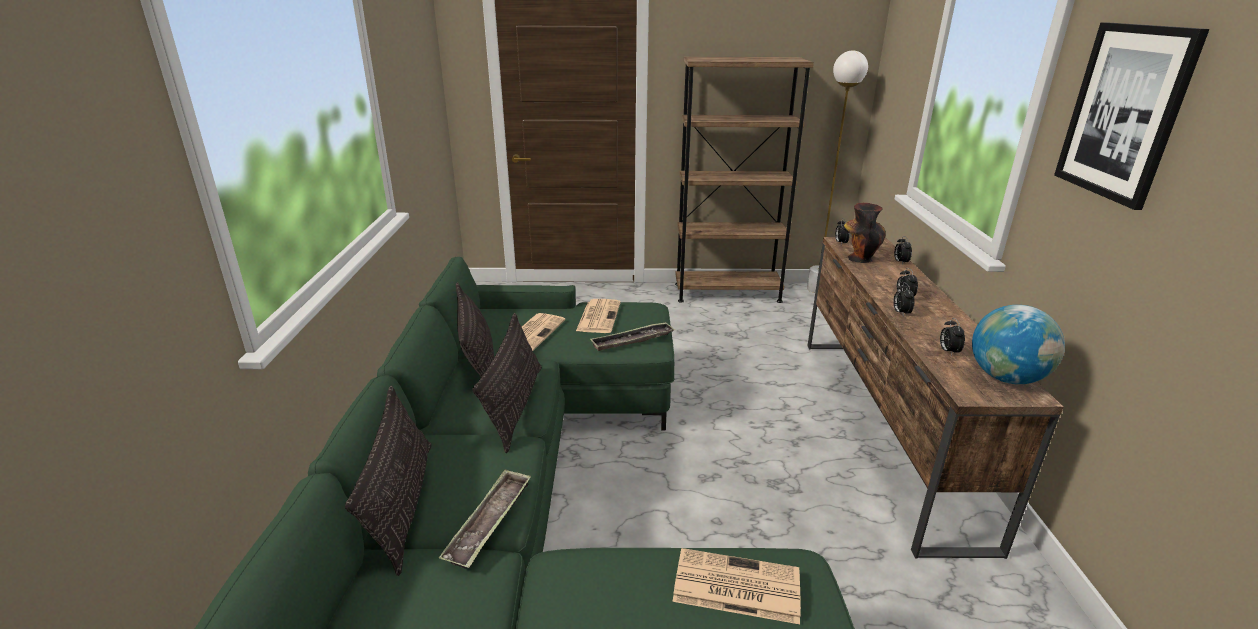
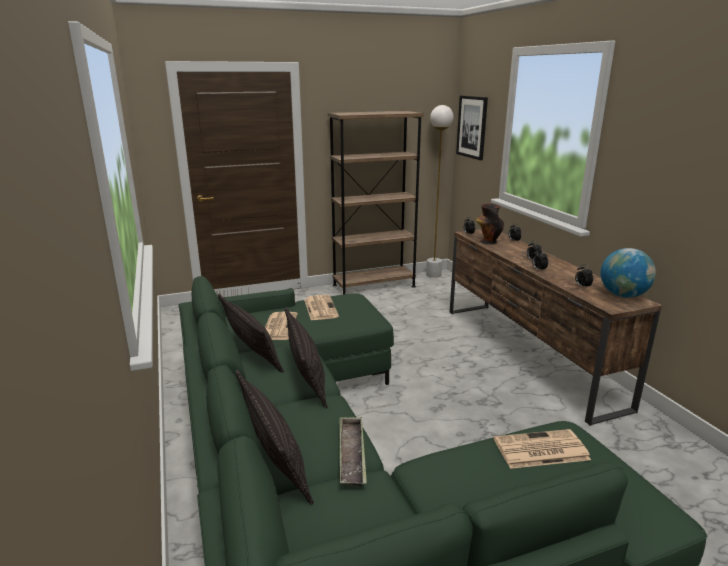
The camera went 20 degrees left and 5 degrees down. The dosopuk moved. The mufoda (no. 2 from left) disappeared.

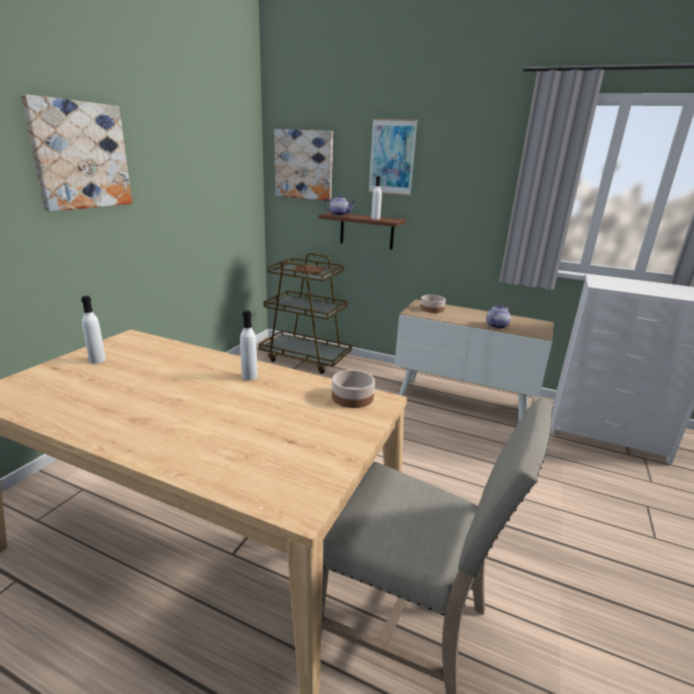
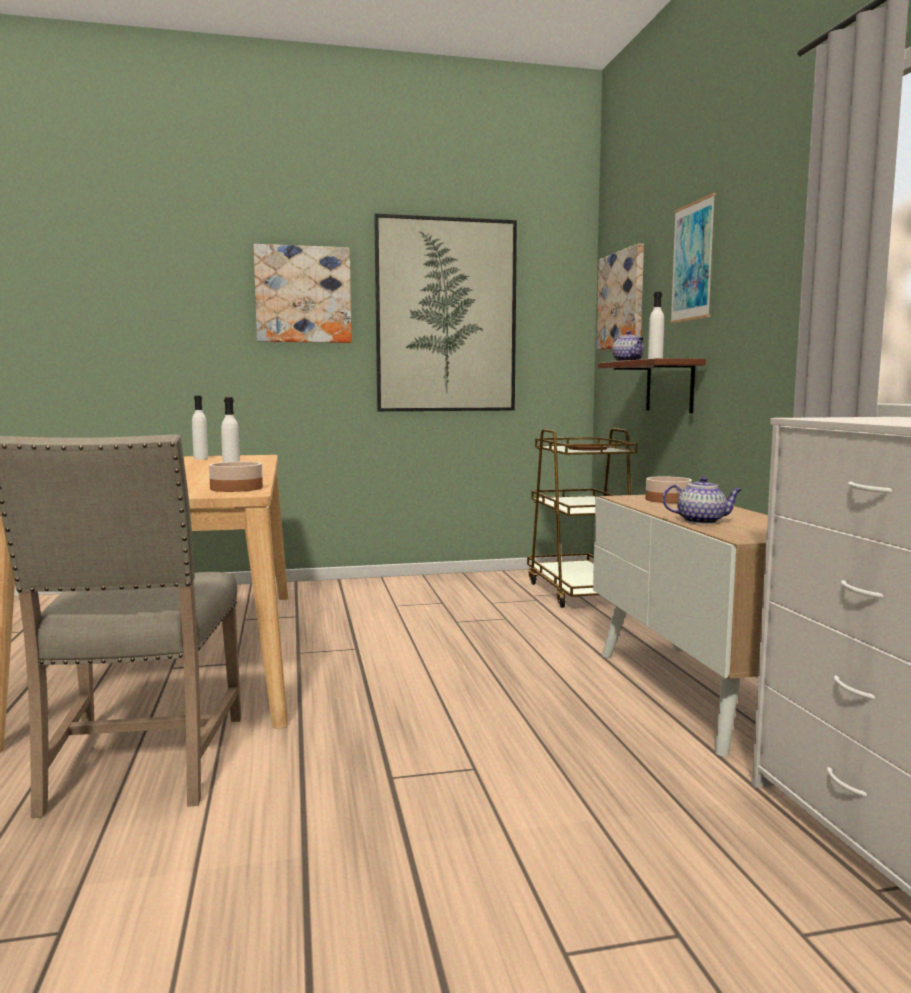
The camera went 55 degrees right and 15 degrees down. The dosopuk (no. 2 from left) appeared.

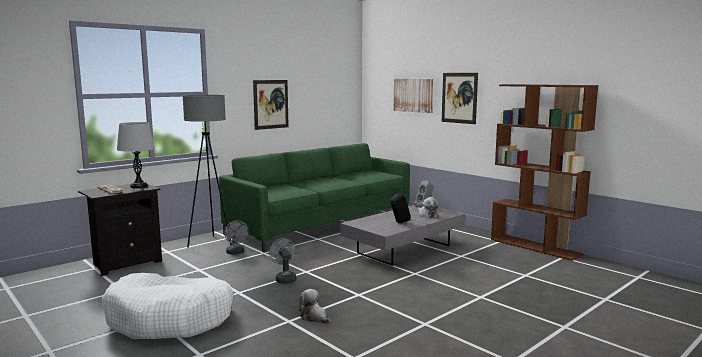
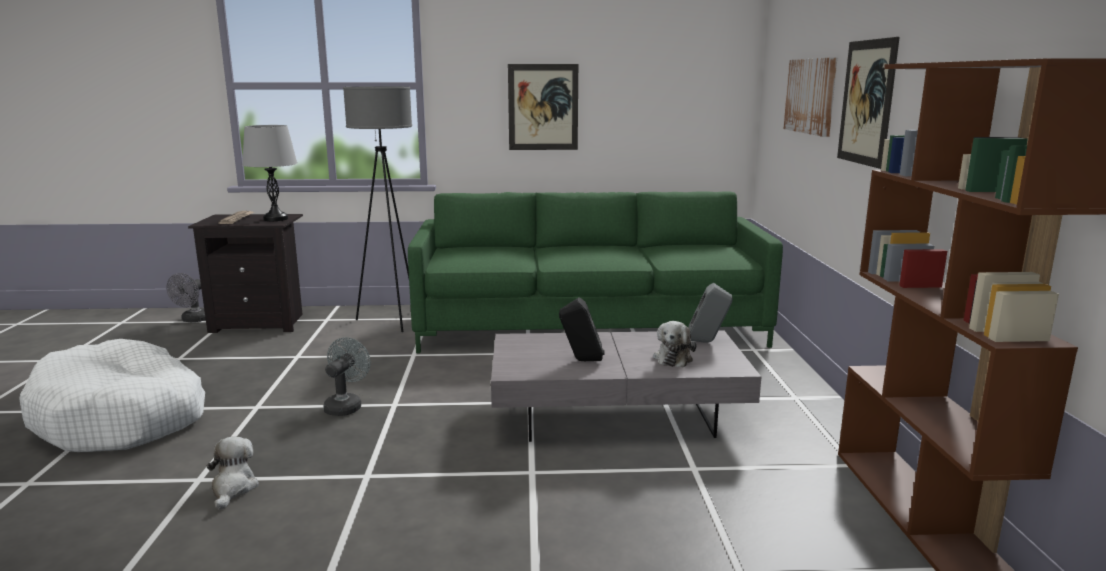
The camera went 40 degrees right and 5 degrees up. The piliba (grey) (no. 1 from left) moved.

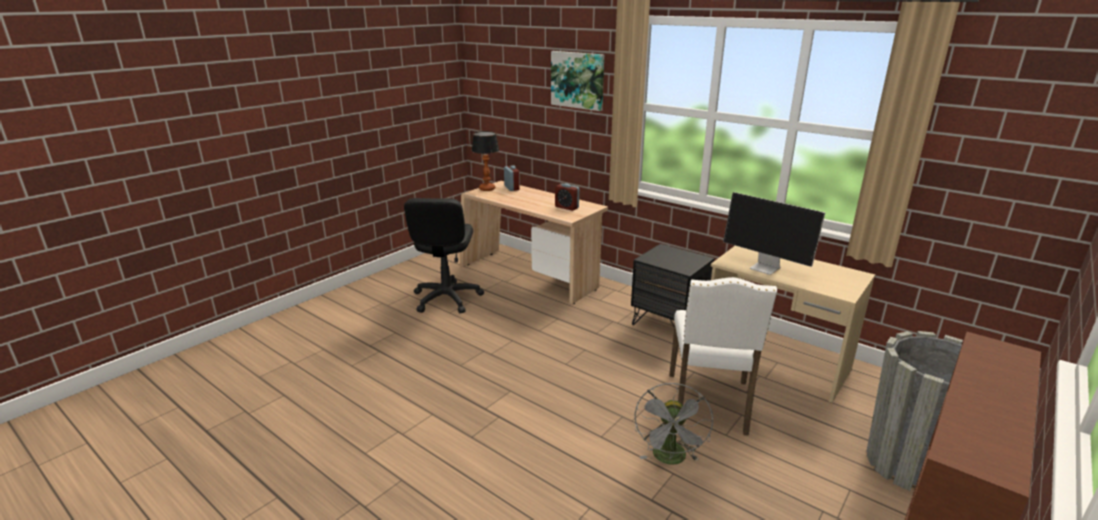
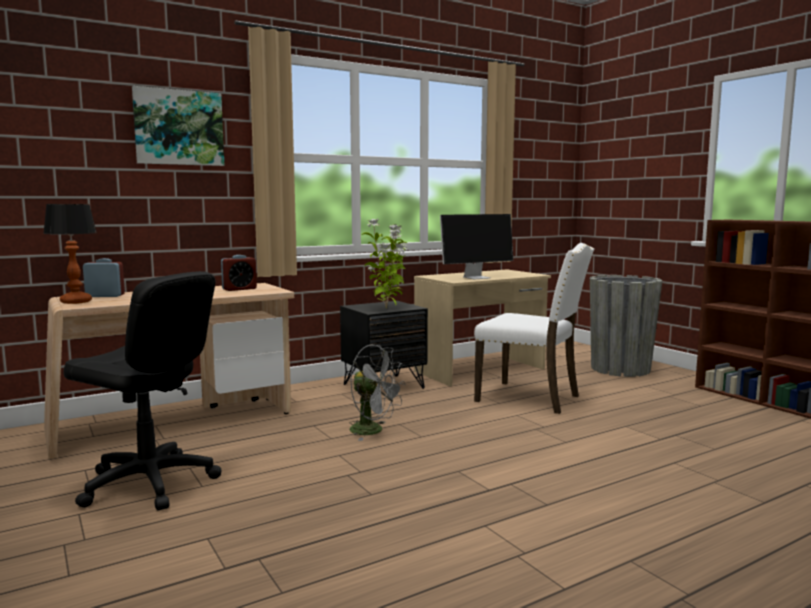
The camera went 70 degrees left and 15 degrees down. The piliba (grey) moved. The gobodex appeared.

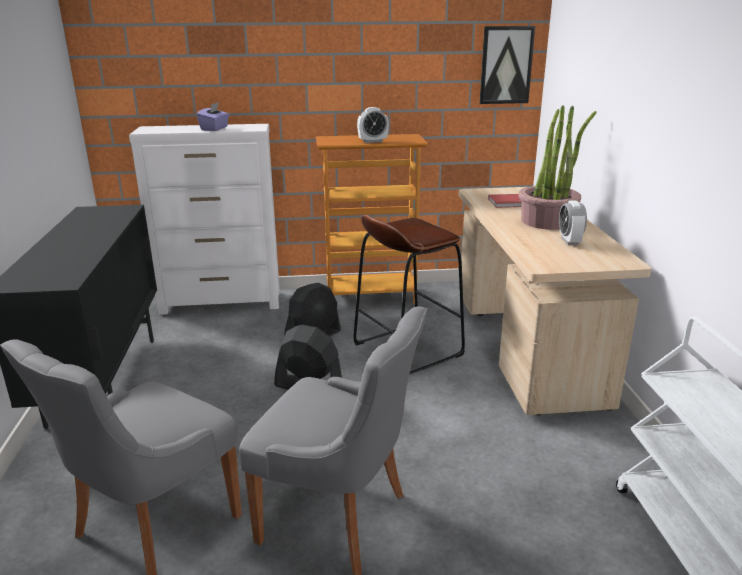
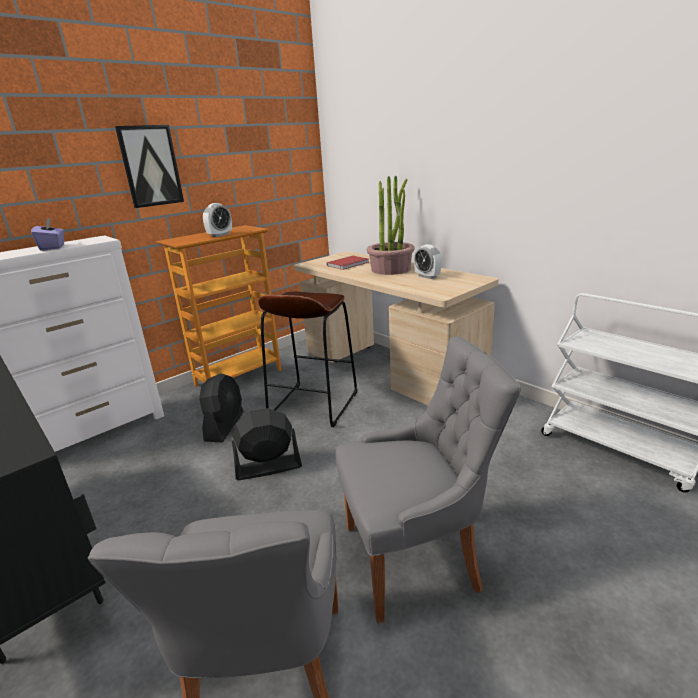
The camera went 35 degrees left and 0 degrees up. The dosopuk moved.

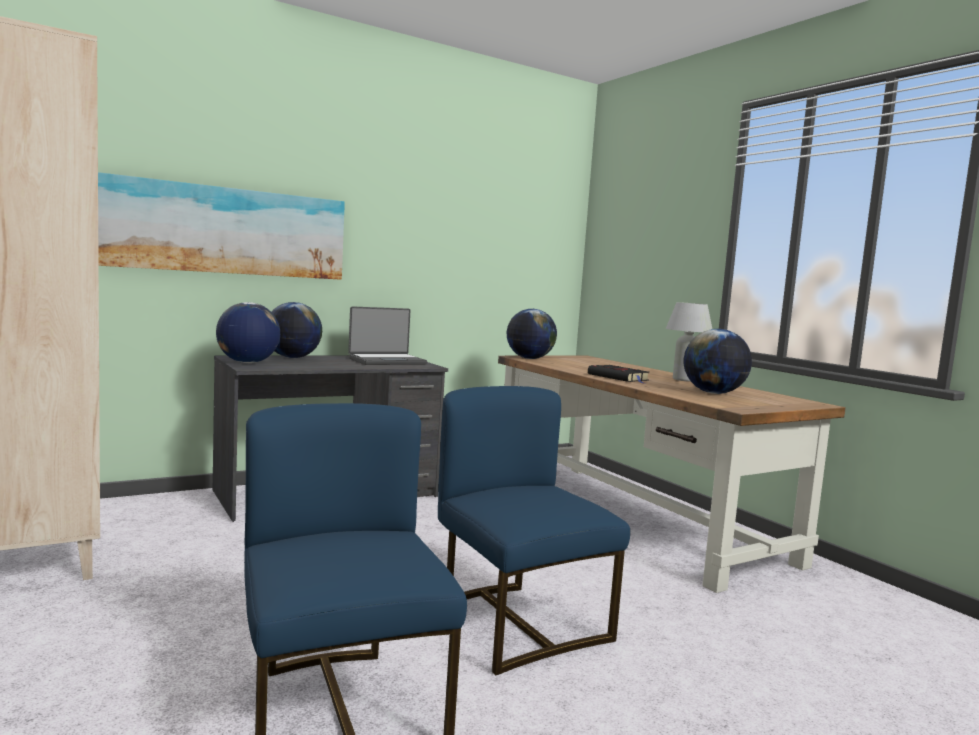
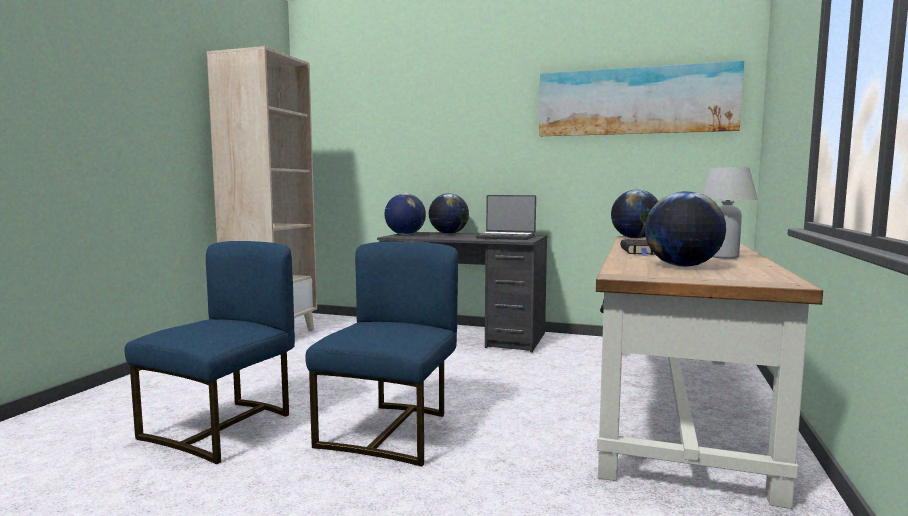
The camera went 50 degrees right and 0 degrees up. The dosopuk moved.

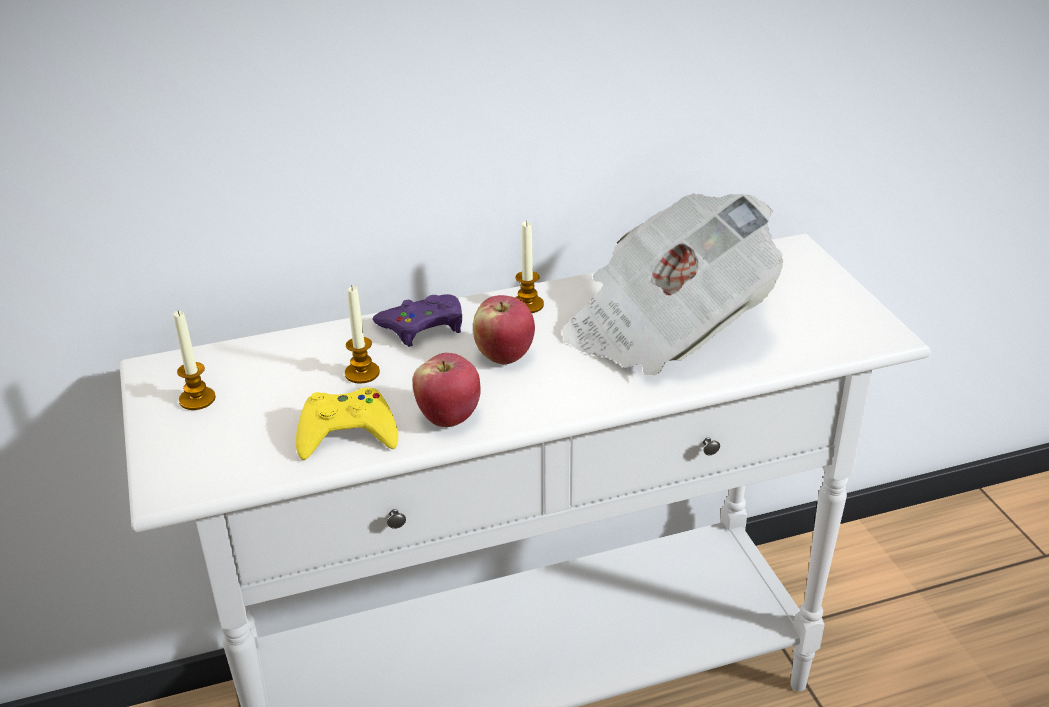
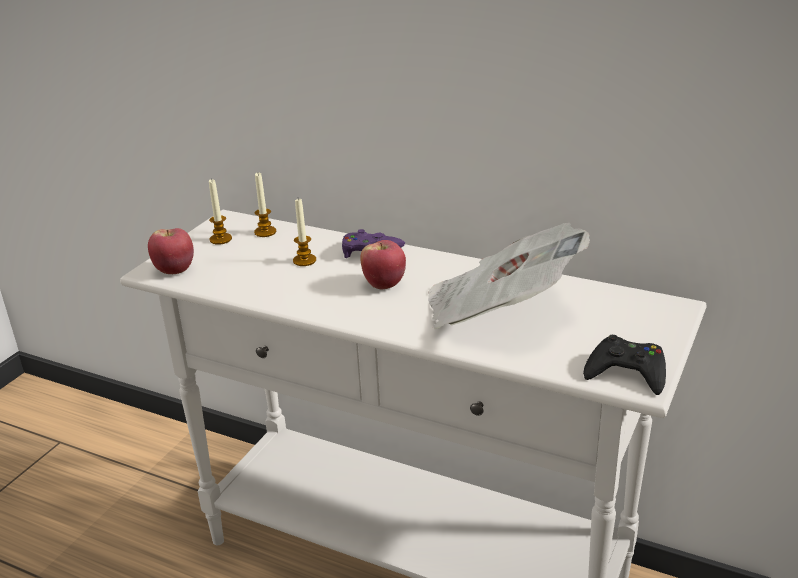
The camera went 45 degrees right and 5 degrees down. The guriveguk (no. 3 from left in the first image) moved. The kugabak (no. 1 from left) moved. The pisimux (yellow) disappeared. The pisimux (black) appeared.

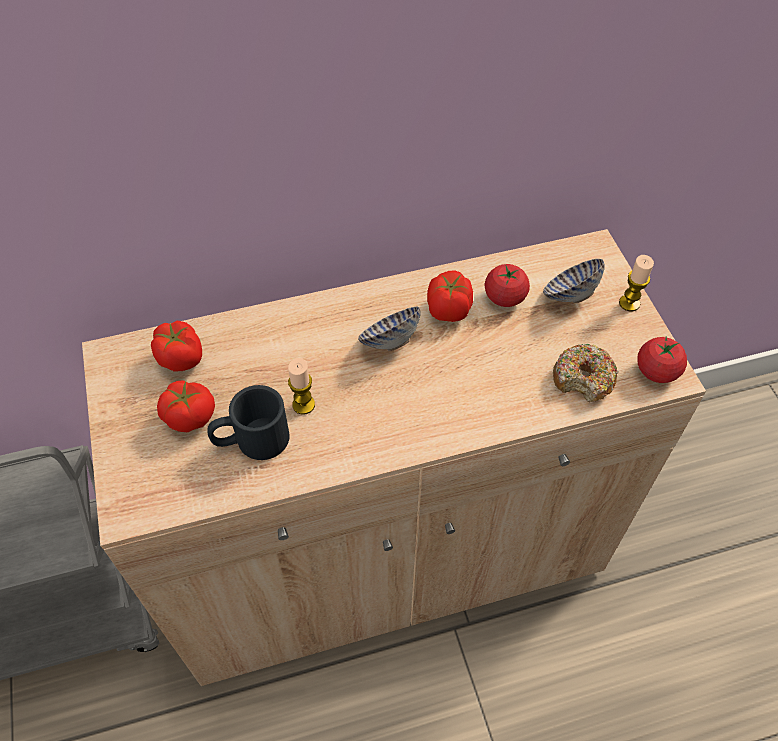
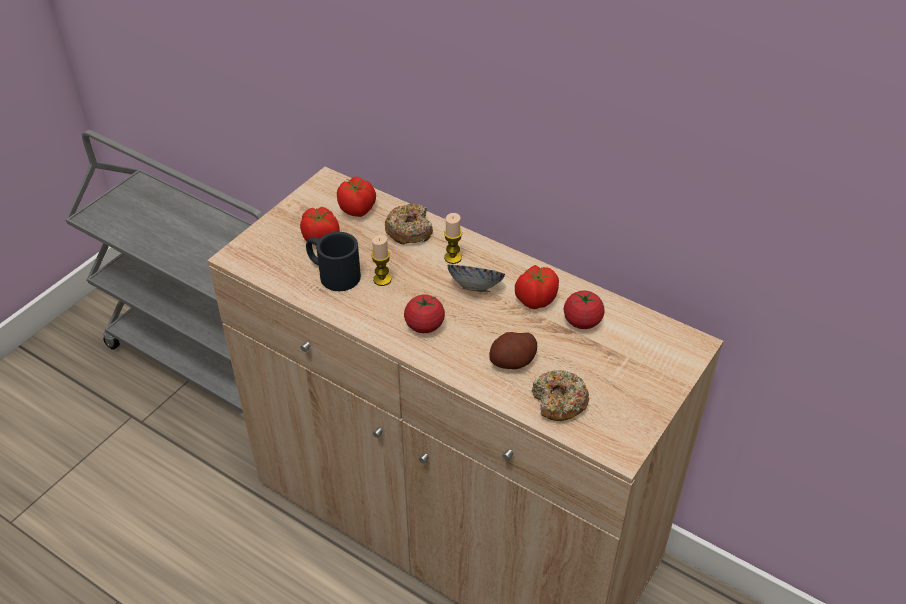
The camera went 50 degrees right and 10 degrees down. The guriveguk (no. 2 from left) moved. The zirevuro (no. 2 from left) disappeared. The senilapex (no. 5 from left in the first image) moved. The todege (no. 1 from left) appeared. The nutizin appeared.

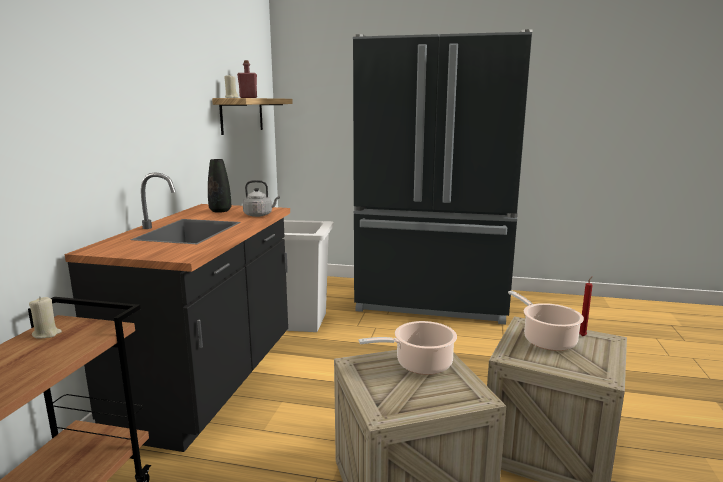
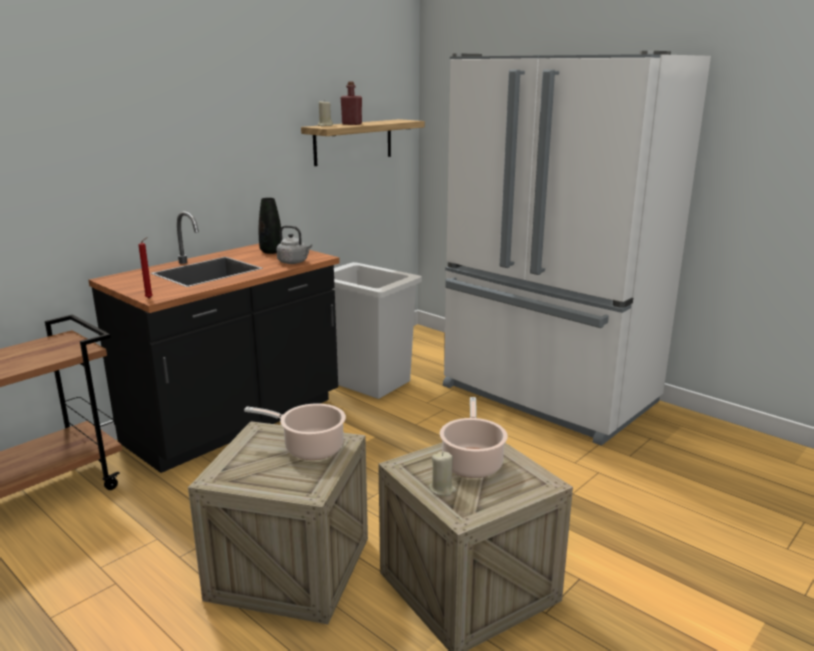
The camera went 30 degrees right and 5 degrees up. The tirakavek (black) became the tirakavek (white). The guriveguk (red) moved. The guriveguk (beige) (no. 1 from left in the first image) moved.

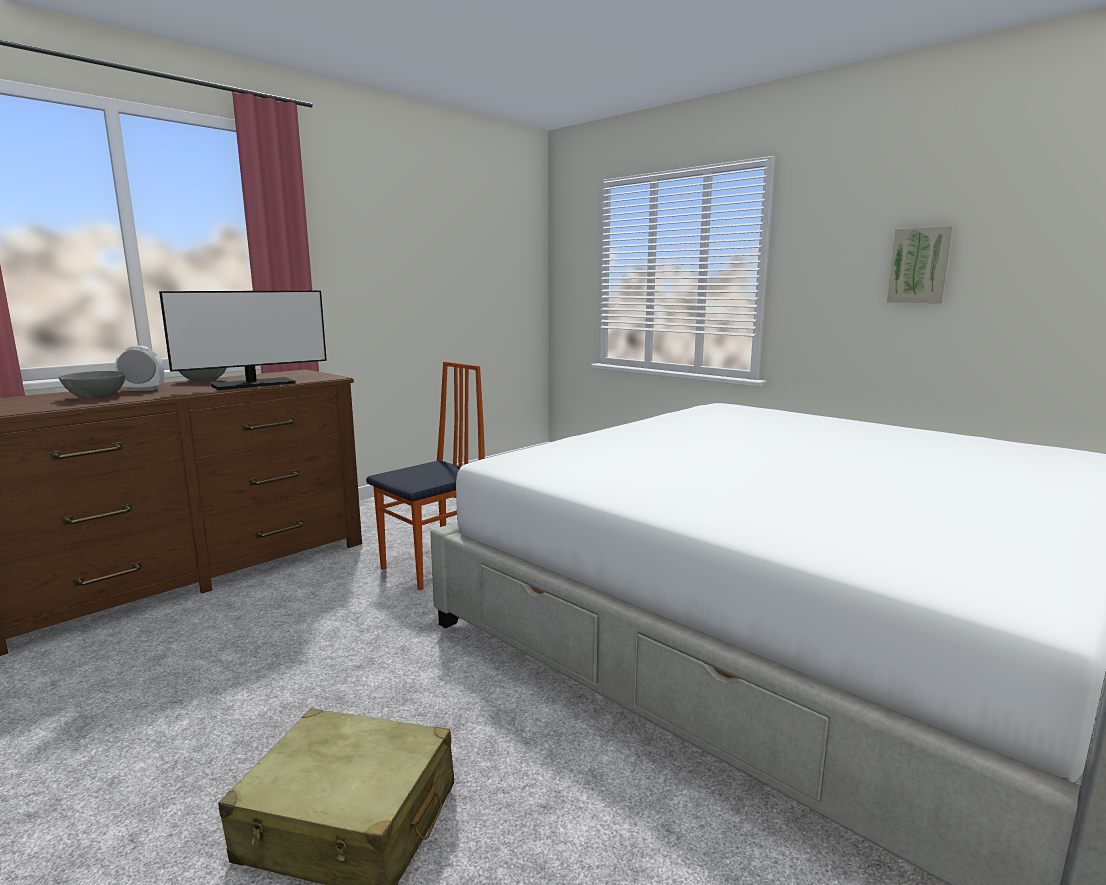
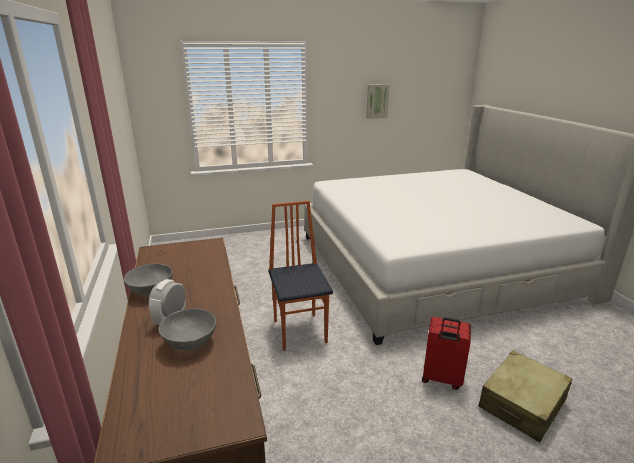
The camera went 60 degrees left and 10 degrees up. The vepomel disappeared. The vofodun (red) appeared.

